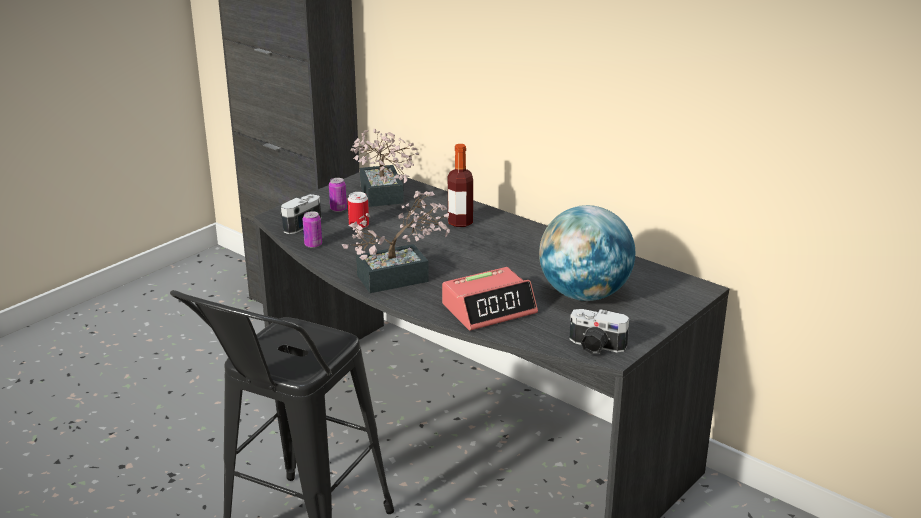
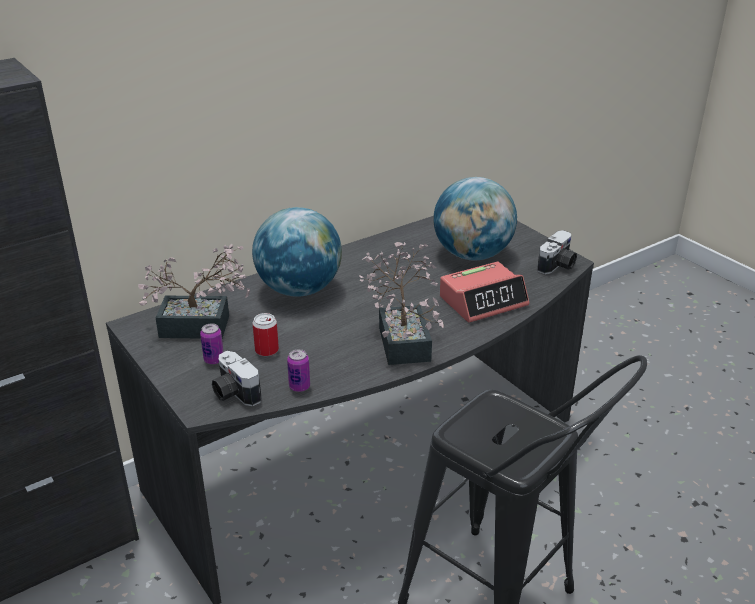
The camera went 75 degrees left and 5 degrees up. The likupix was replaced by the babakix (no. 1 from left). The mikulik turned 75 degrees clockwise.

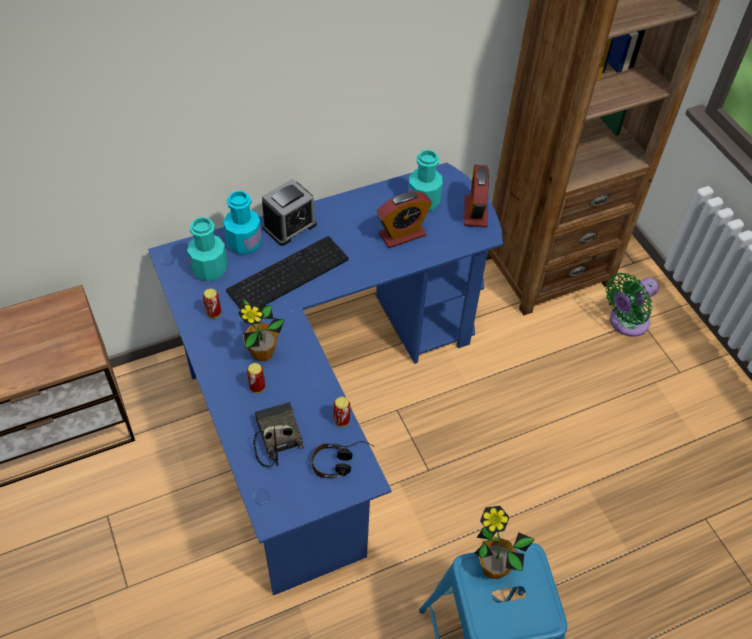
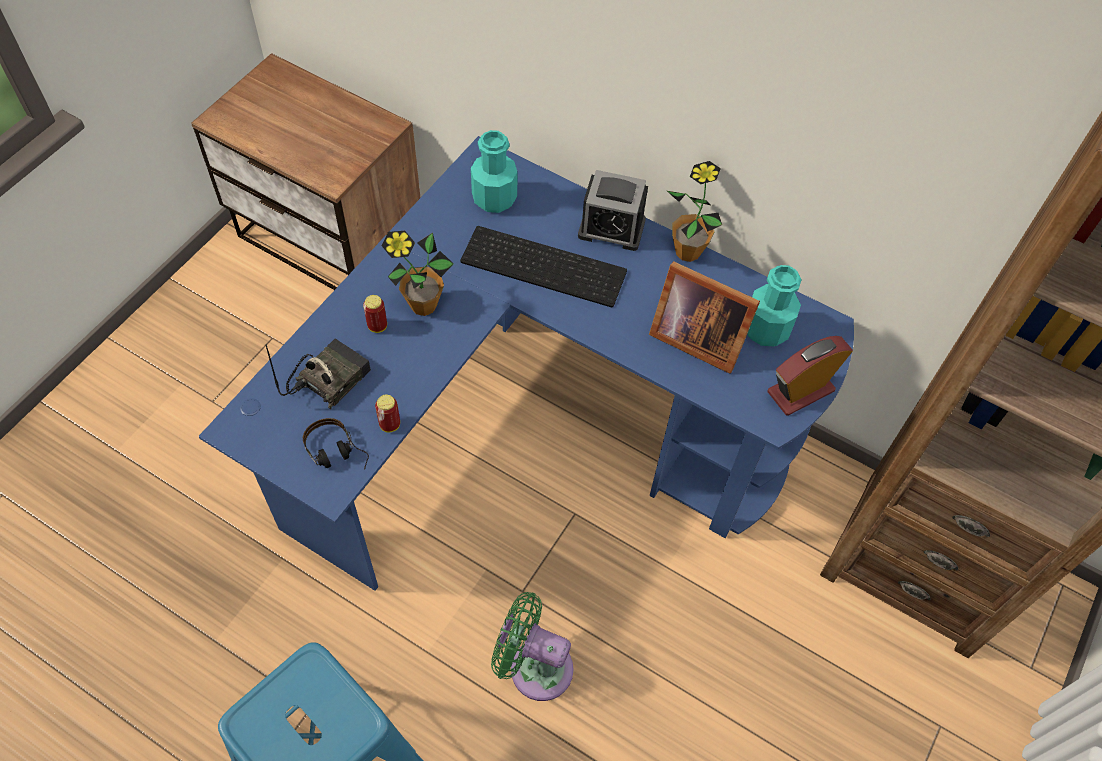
The camera went 55 degrees right and 5 degrees up. The likupix (turquoise) (no. 2 from left) disappeared. The mikulik (no. 2 from left) was replaced by the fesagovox. The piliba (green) moved. The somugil (no. 1 from left) disappeared. The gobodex (no. 2 from left) moved.

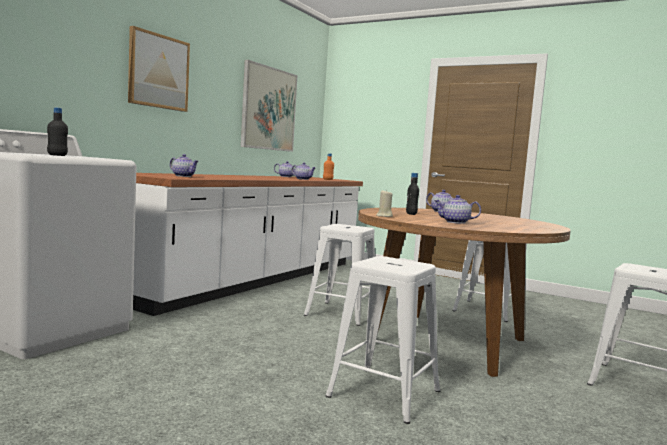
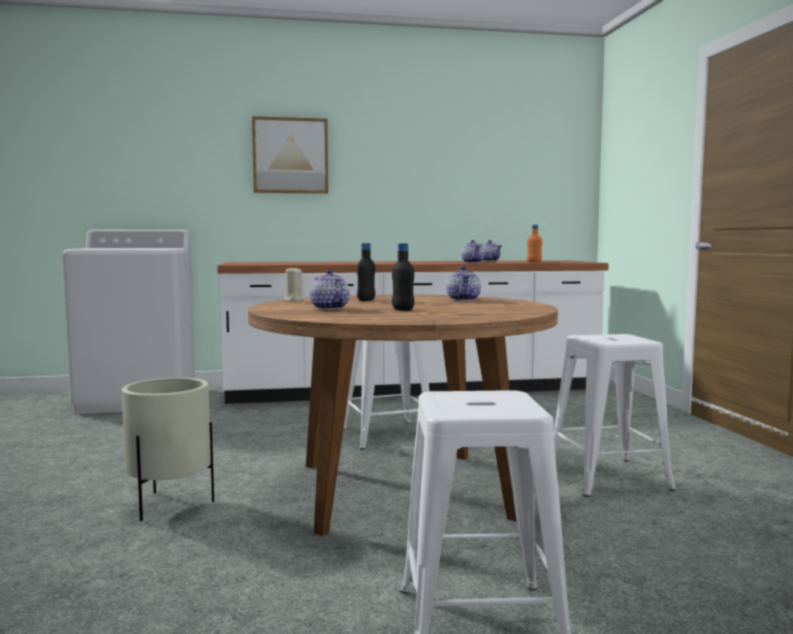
The camera went 50 degrees right and 0 degrees up. The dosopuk (no. 2 from left) disappeared. The likupix (black) (no. 1 from left in the first image) moved. The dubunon (no. 1 from left) disappeared. The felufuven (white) (no. 2 from left) was replaced by the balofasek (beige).

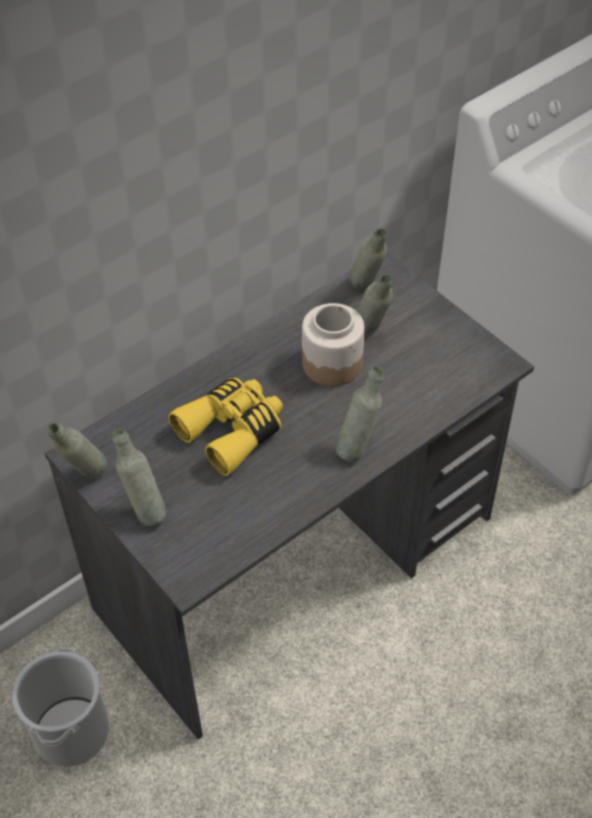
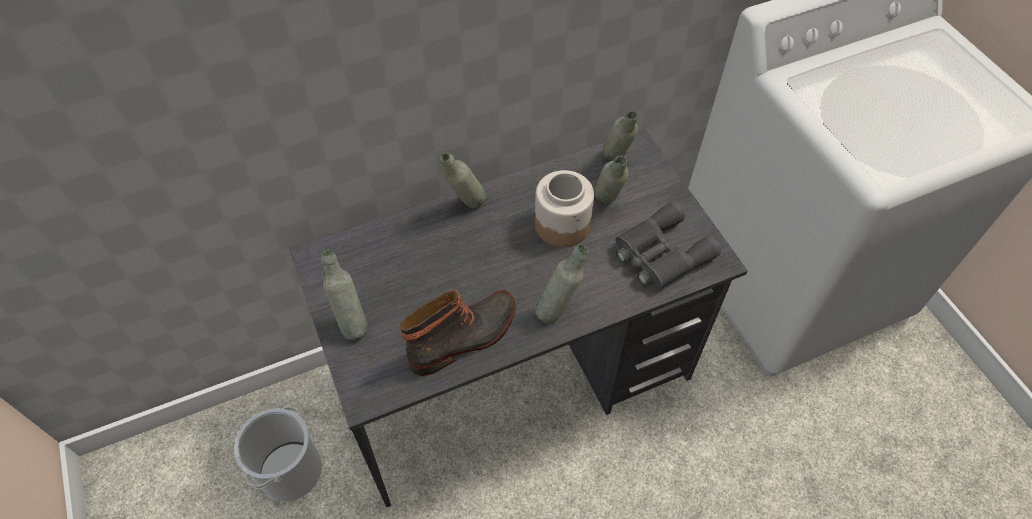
The camera went 15 degrees right and 5 degrees up. The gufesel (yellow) disappeared. The likupix (grey) (no. 1 from left in the first image) moved. The gufesel (grey) appeared. The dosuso appeared.

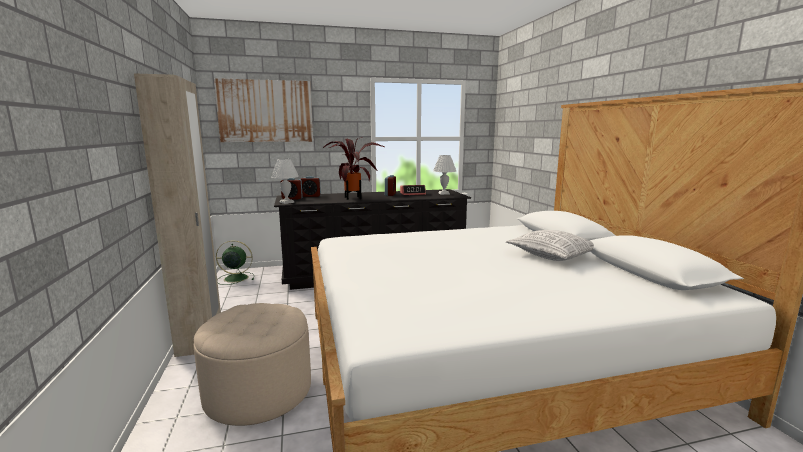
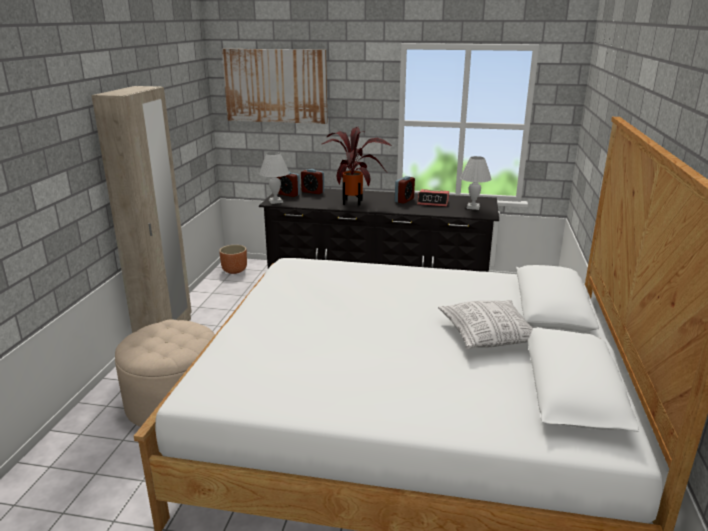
The camera went 25 degrees right and 10 degrees up. The piliba (green) was replaced by the balofasek (brown).

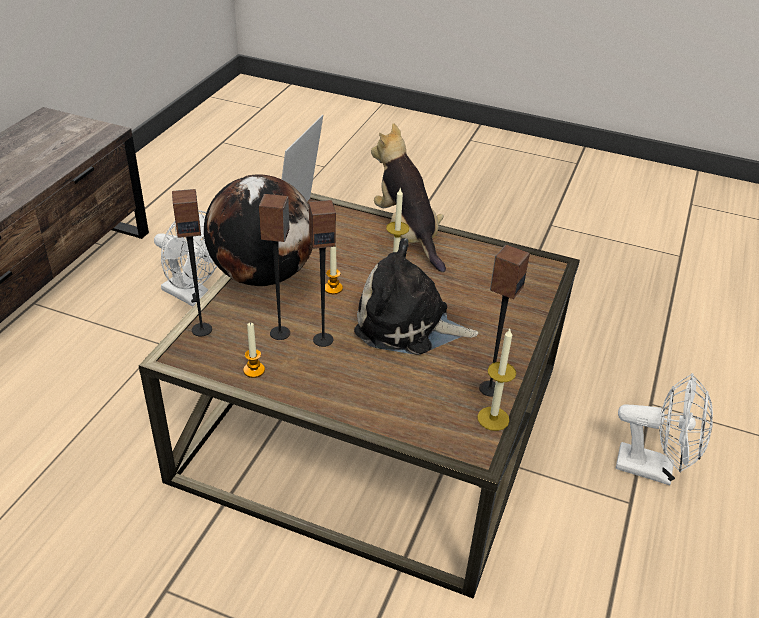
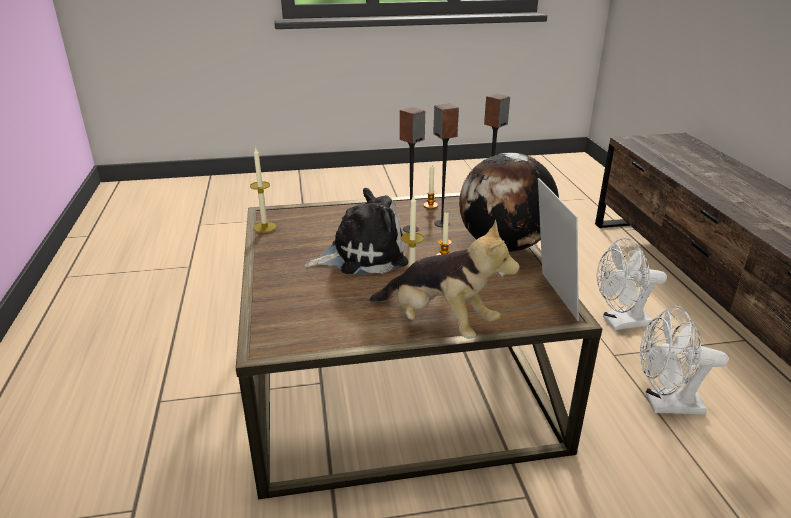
The camera went 150 degrees right and 10 degrees down. The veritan (no. 4 from left) disappeared. The piliba (white) (no. 2 from left in the first image) moved.

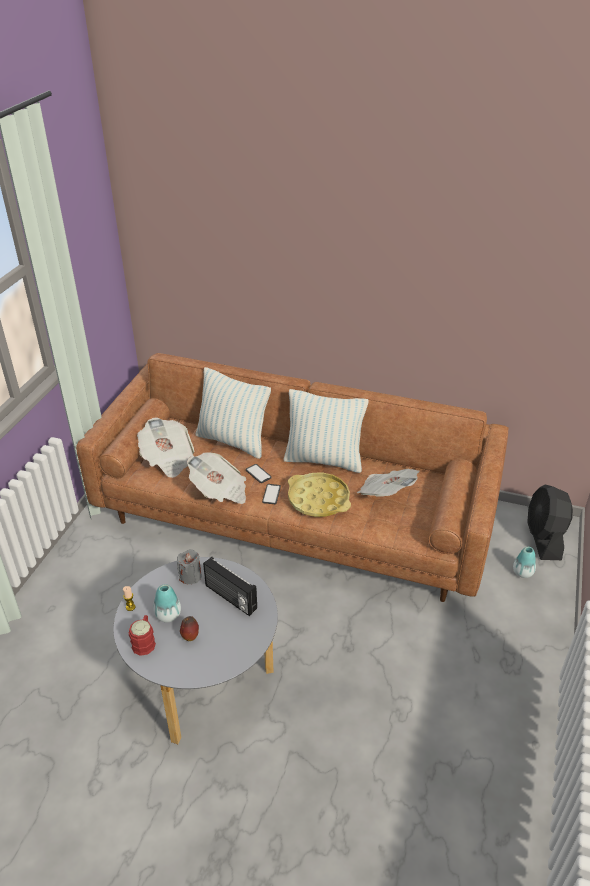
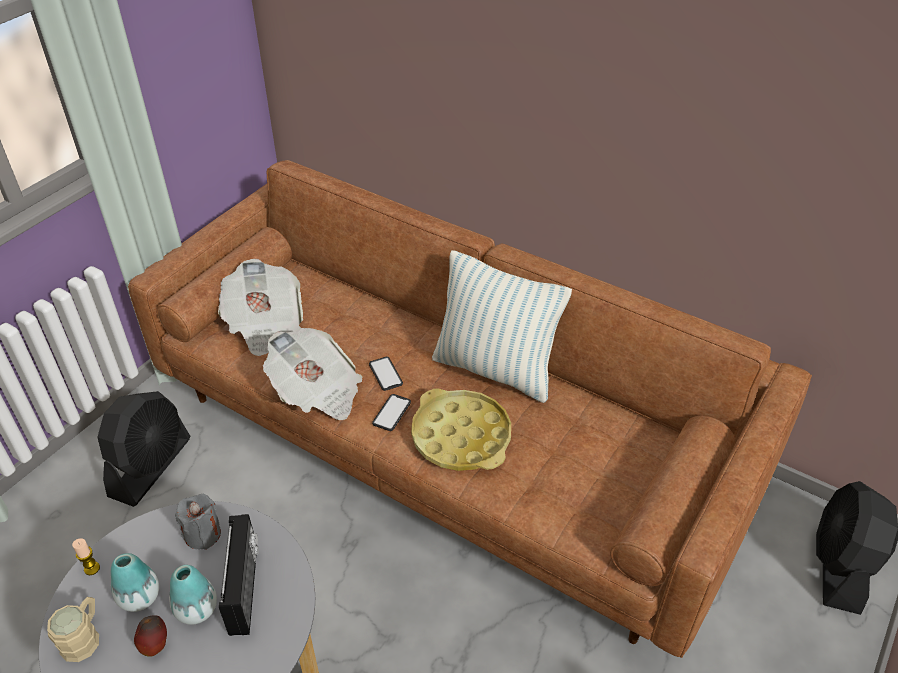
The camera went 15 degrees right and 5 degrees up. The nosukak (no. 1 from left) disappeared. The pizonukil (no. 3 from left) disappeared. The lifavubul (no. 2 from left) moved. The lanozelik turned 150 degrees counterclockwise. The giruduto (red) became the giruduto (beige). The piliba (black) (no. 1 from left) appeared.

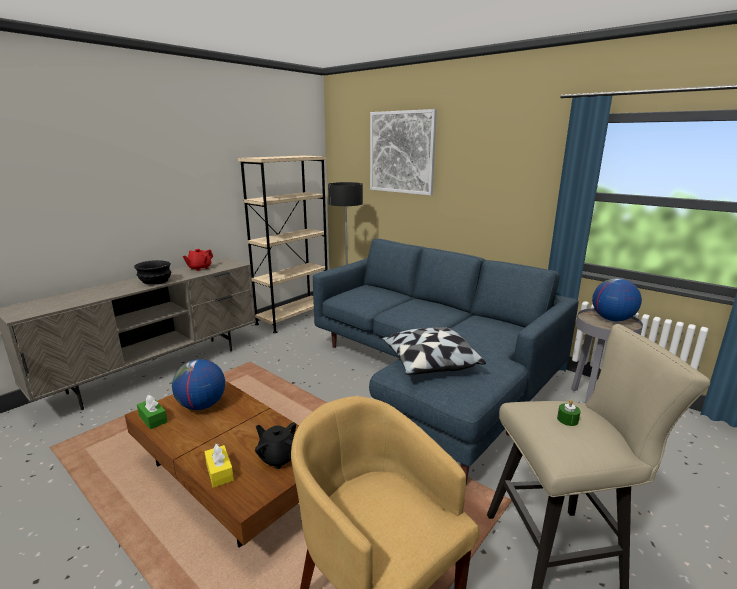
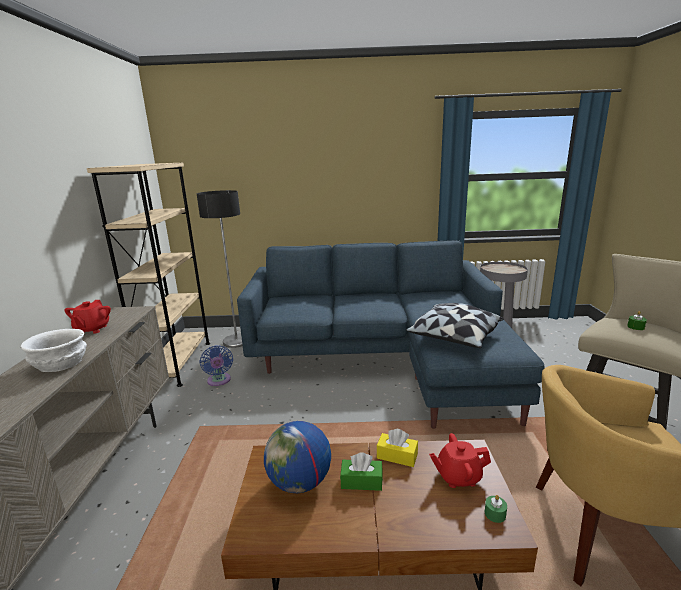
The camera went 40 degrees left and 0 degrees up. The dosopuk disappeared. The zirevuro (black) became the zirevuro (white). The babakix (no. 2 from left) disappeared. The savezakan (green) moved. The dubunon (black) became the dubunon (red) (no. 2 from left). The savezakan (yellow) moved. The piliba (blue) appeared. The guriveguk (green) (no. 1 from left) appeared.

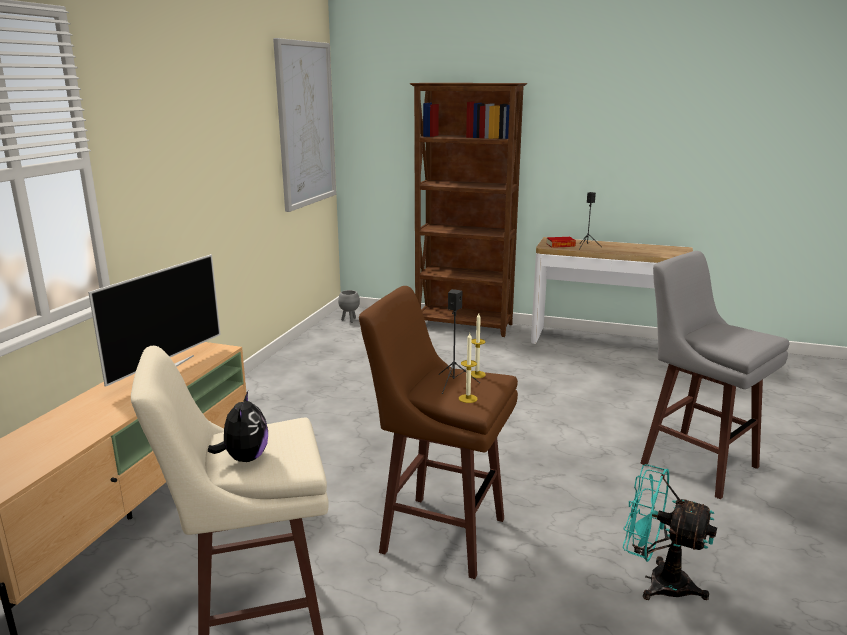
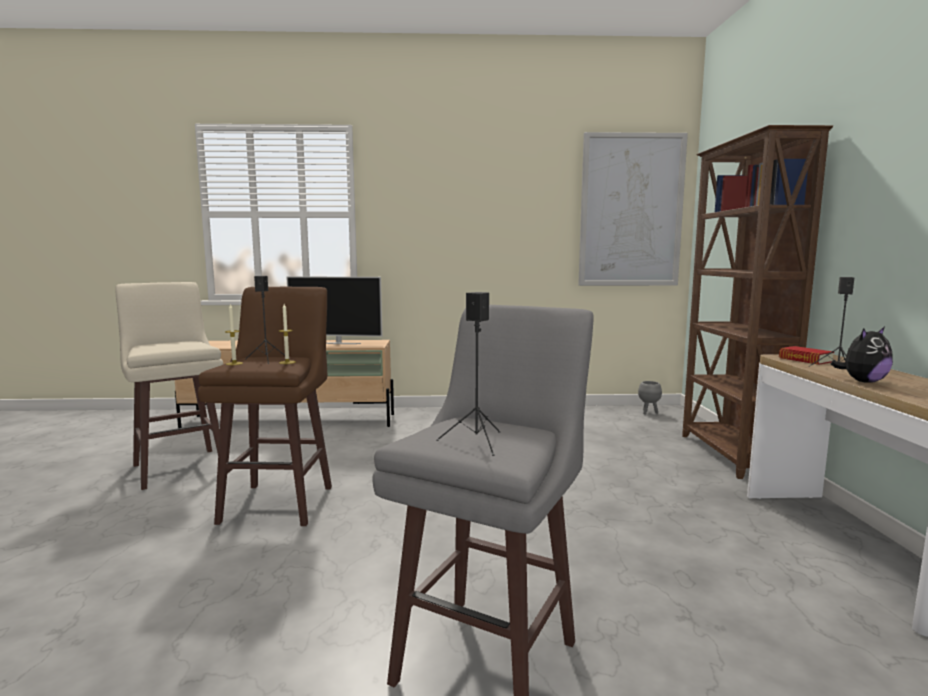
The camera went 70 degrees right and 10 degrees down. The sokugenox moved. The piliba (turquoise) disappeared. The veritan (black) (no. 2 from left) appeared.

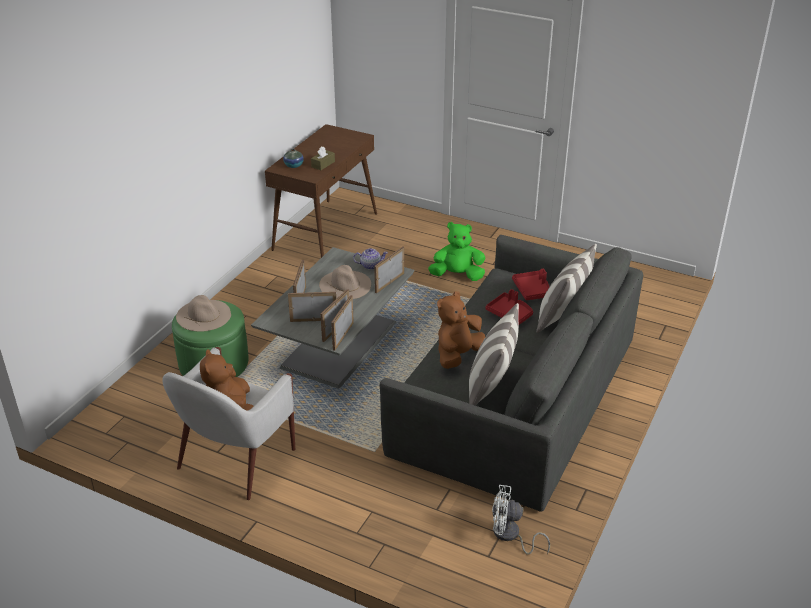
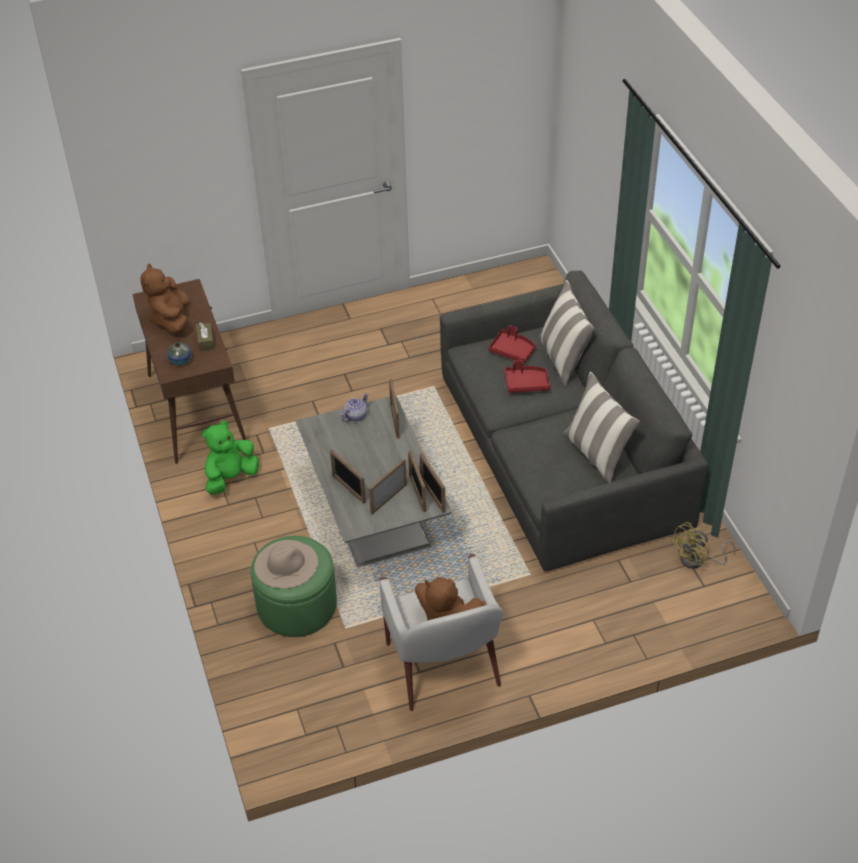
The camera went 45 degrees left and 10 degrees up. The sokugenox (green) moved. The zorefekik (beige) (no. 2 from left) disappeared. The sokugenox (brown) (no. 2 from left in the first image) moved. The piliba (white) became the piliba (yellow).

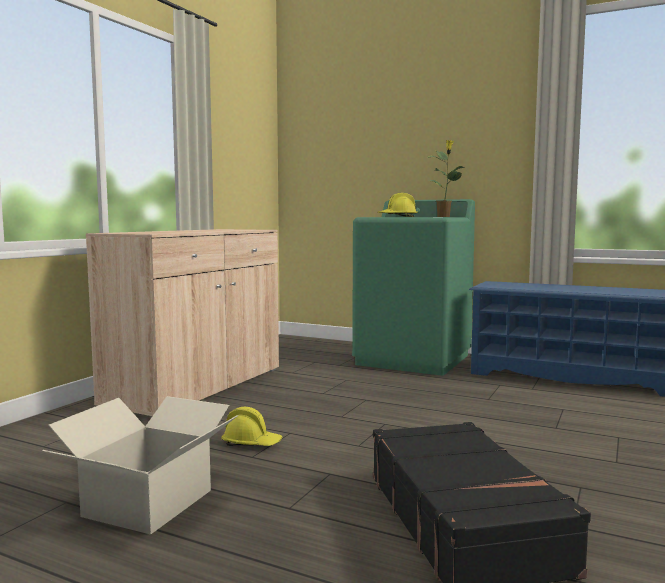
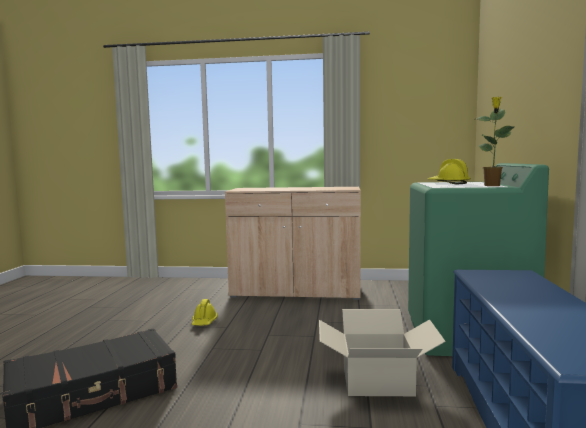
The camera went 70 degrees right and 0 degrees up. The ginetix moved.

